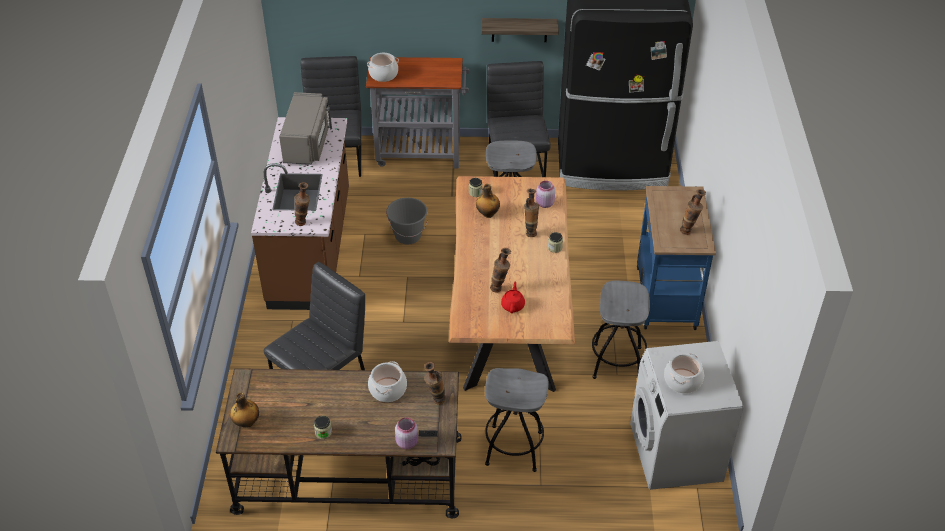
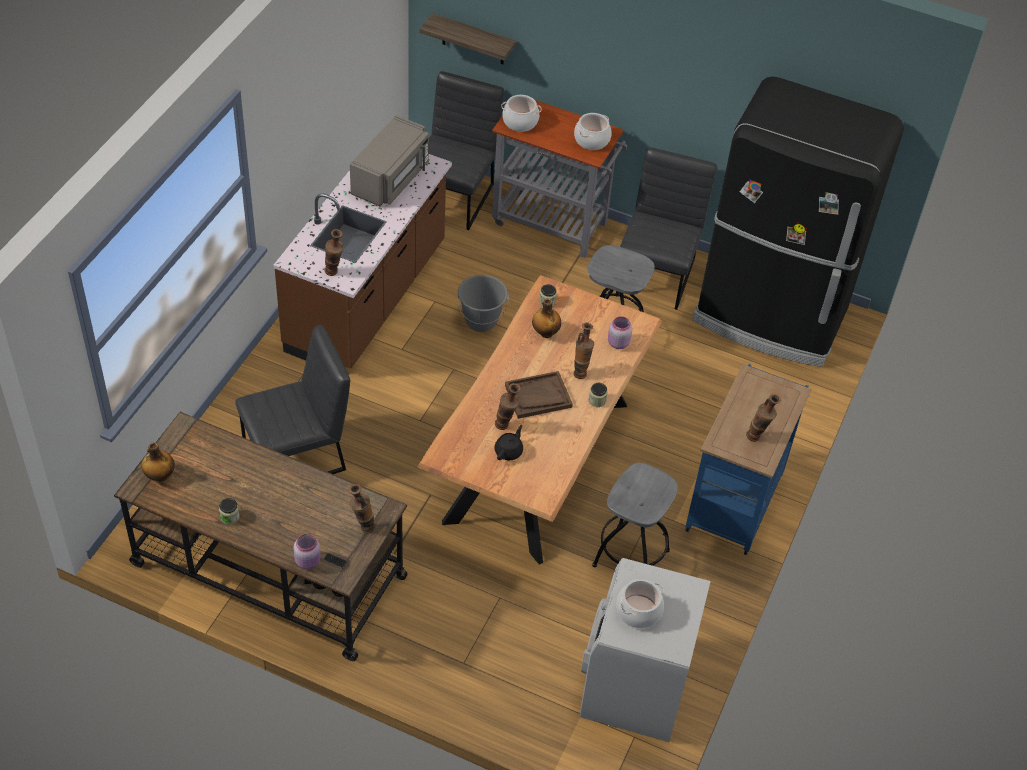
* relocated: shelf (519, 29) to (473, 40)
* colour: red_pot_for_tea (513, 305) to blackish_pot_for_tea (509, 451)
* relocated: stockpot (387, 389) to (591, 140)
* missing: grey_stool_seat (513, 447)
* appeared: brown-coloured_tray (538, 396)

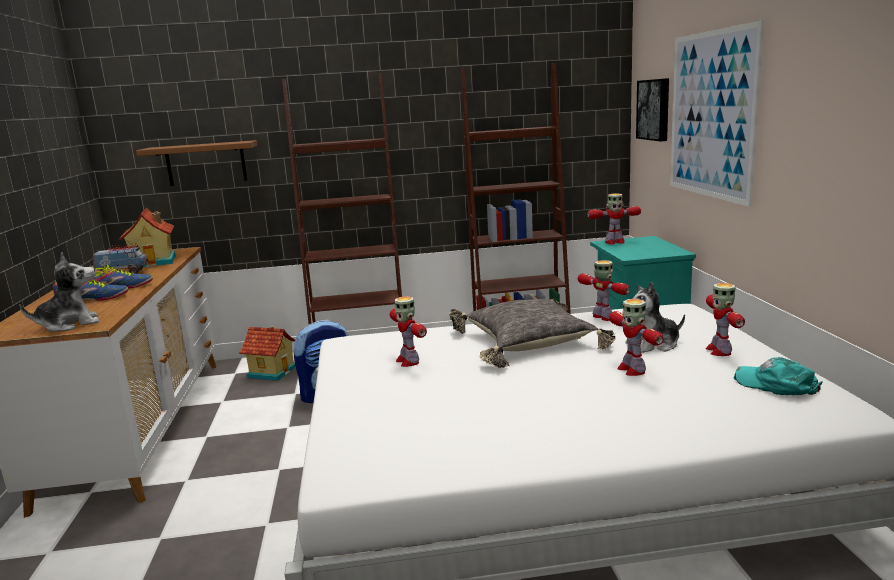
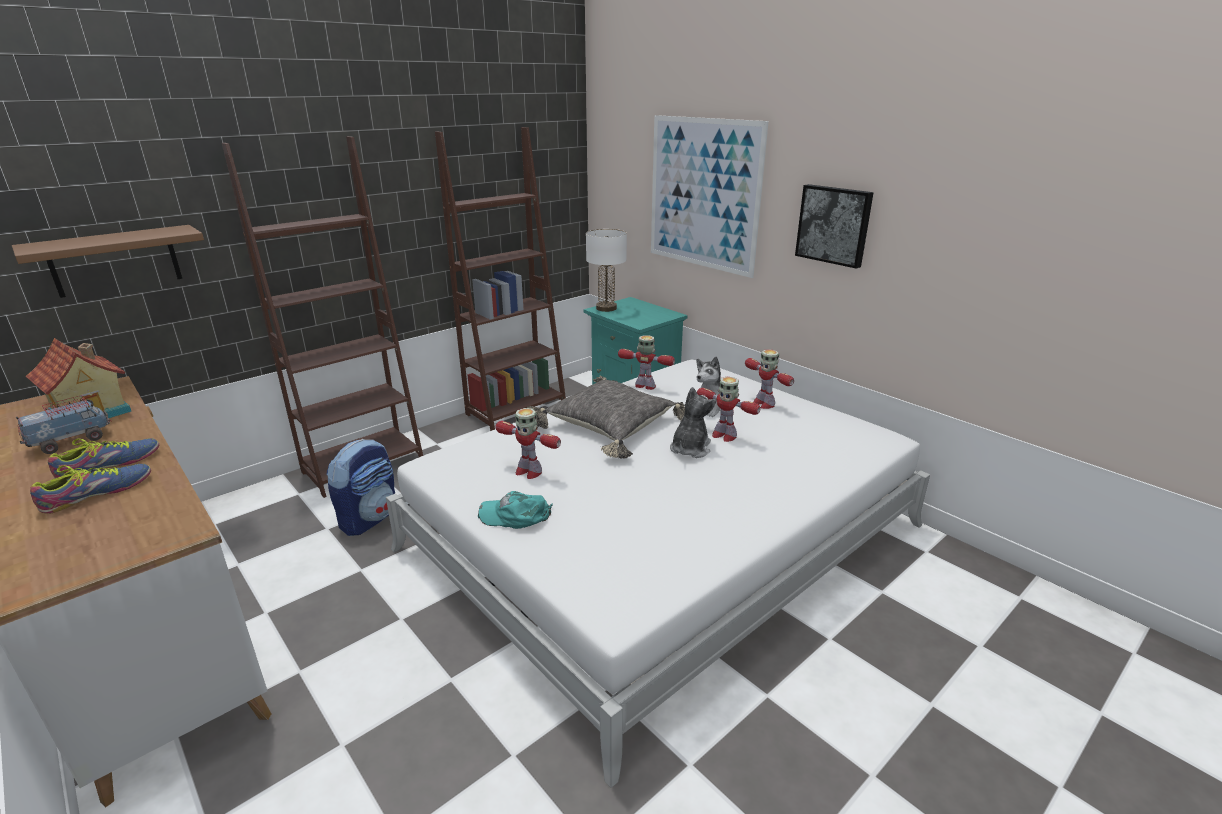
* relocated: wall_art (655, 109) to (834, 225)
* exchanged: toy_robot (614, 242) to tabletop_lamp (606, 308)
* relocated: cuddly_toy (70, 324) to (690, 448)
* missing: miniature_house (272, 371)
* relocated: turquoise-coloured_peaked_cap (777, 384) to (515, 515)

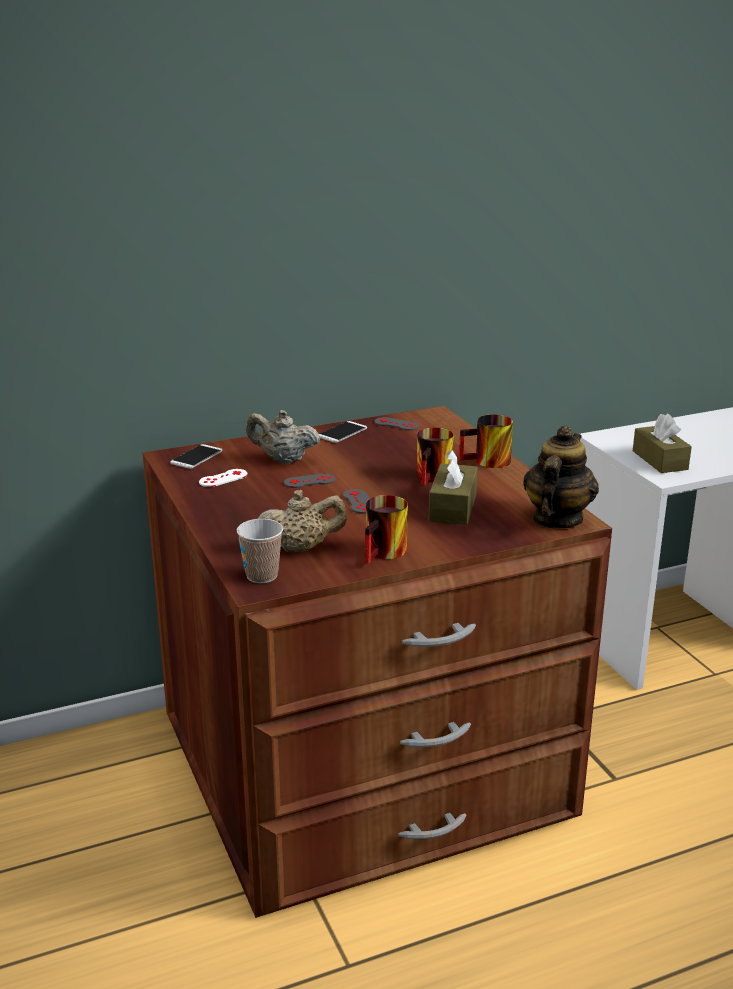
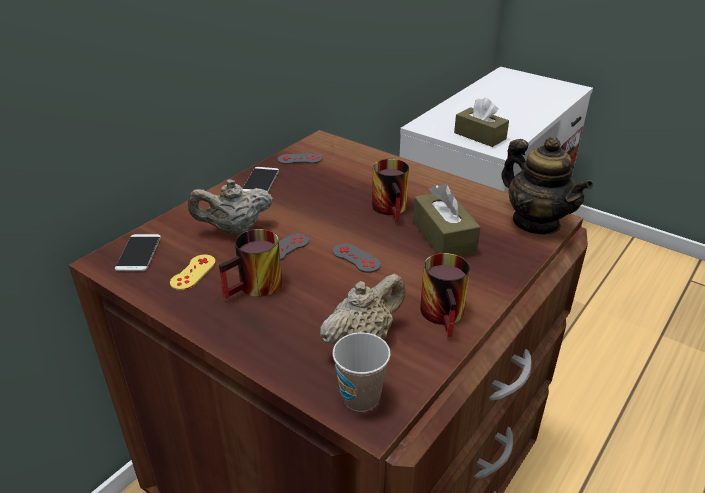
* relocated: mug (487, 462) to (256, 288)
* spun: pot_for_tea (556, 519) = (536, 222) 150 degrees clockwise
* colour: whitish_gamepad (223, 478) to yellowish_gamepad (193, 272)

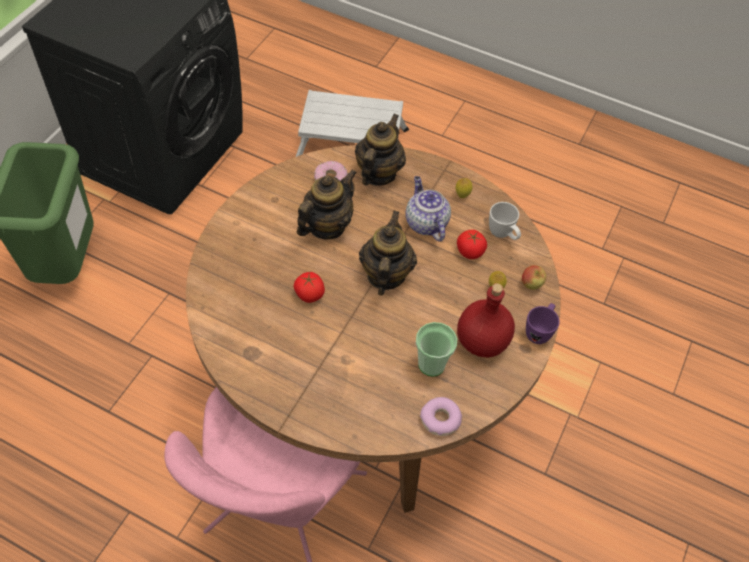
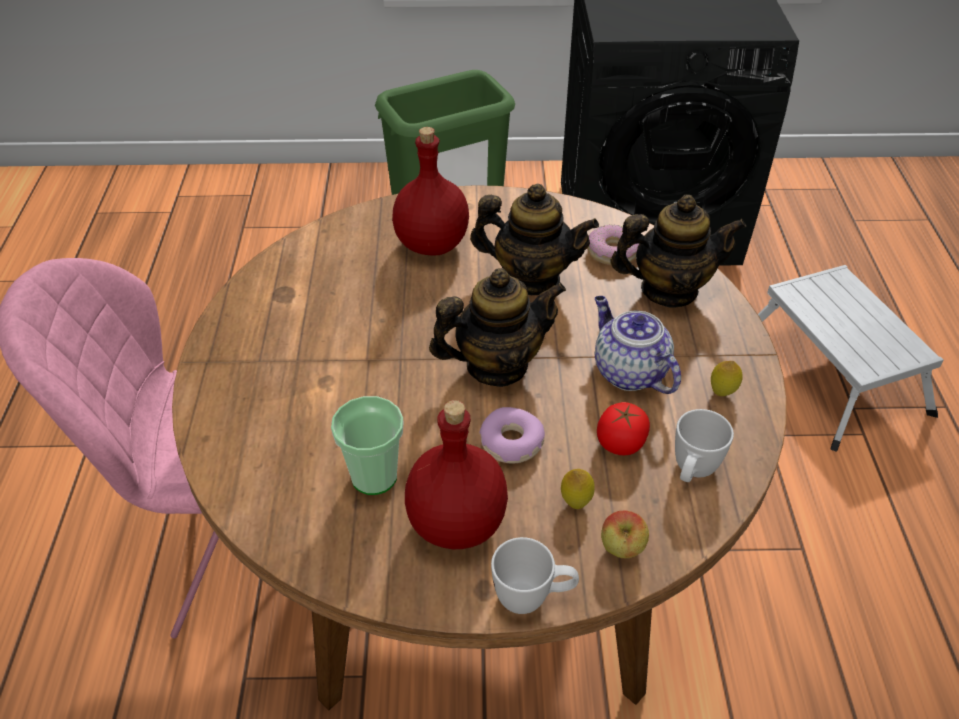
* spun: pot_for_tea (425, 223) = (628, 371) 75 degrees counterclockwise
* missing: fresh_tomato (309, 294)
* colour: purple-coloured_mug (539, 331) to whitish_mug (533, 598)
* relocated: ring_doughnut (440, 420) to (511, 443)
* appeared: red_beverage_bottle (431, 245)

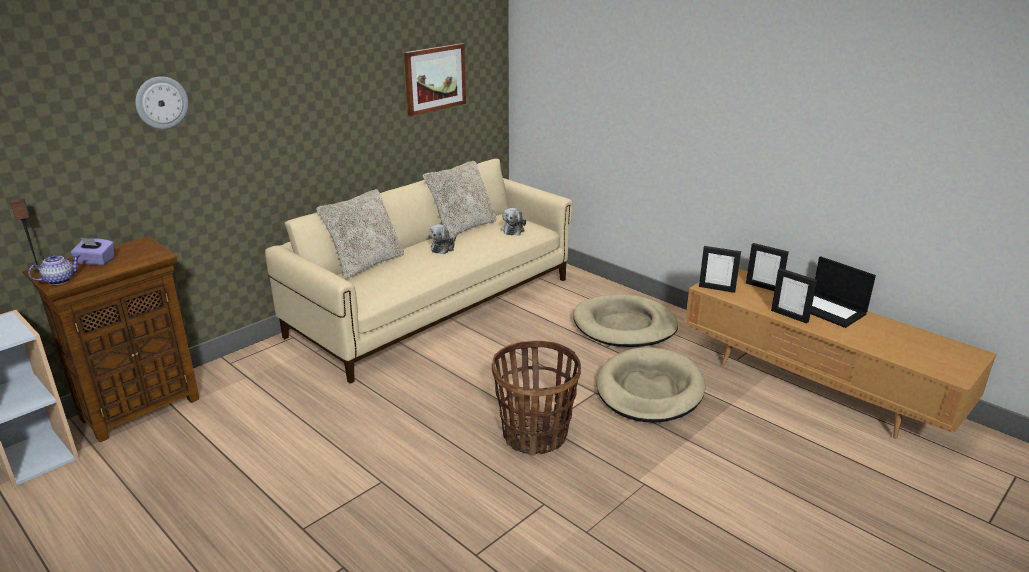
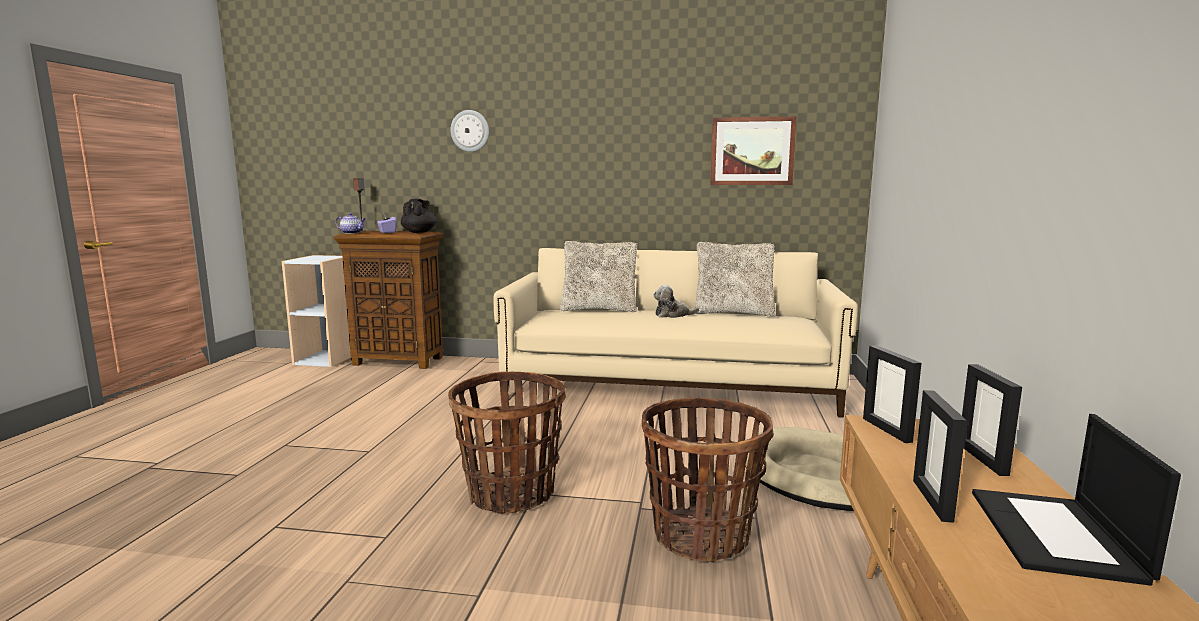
* missing: cuddly_toy (513, 230)
* exchanged: sand-coloured_dog_bed (649, 390) to household_basket (701, 535)
* appeared: blackish_pot_for_tea (419, 232)

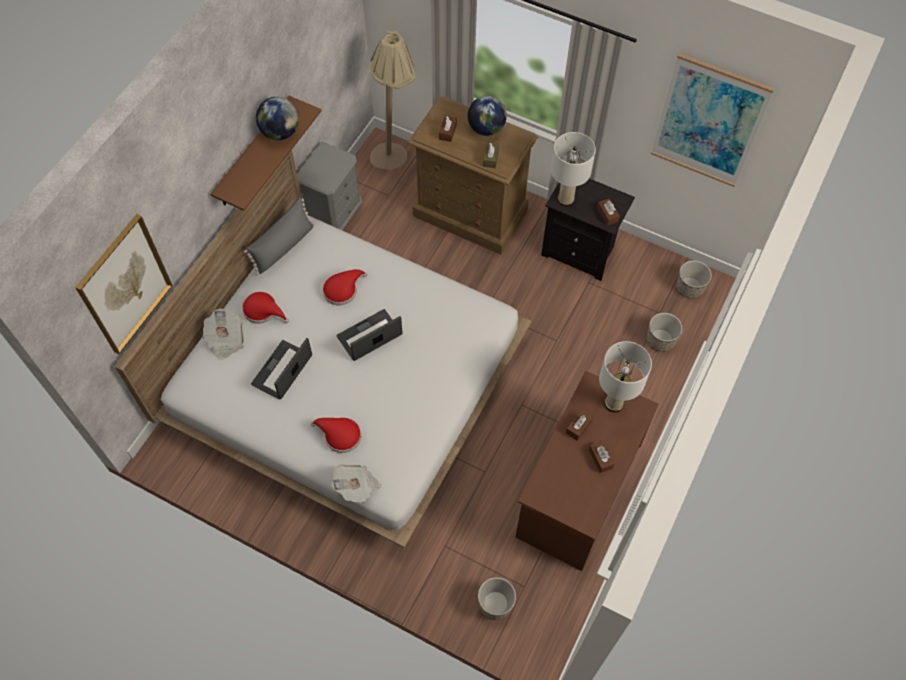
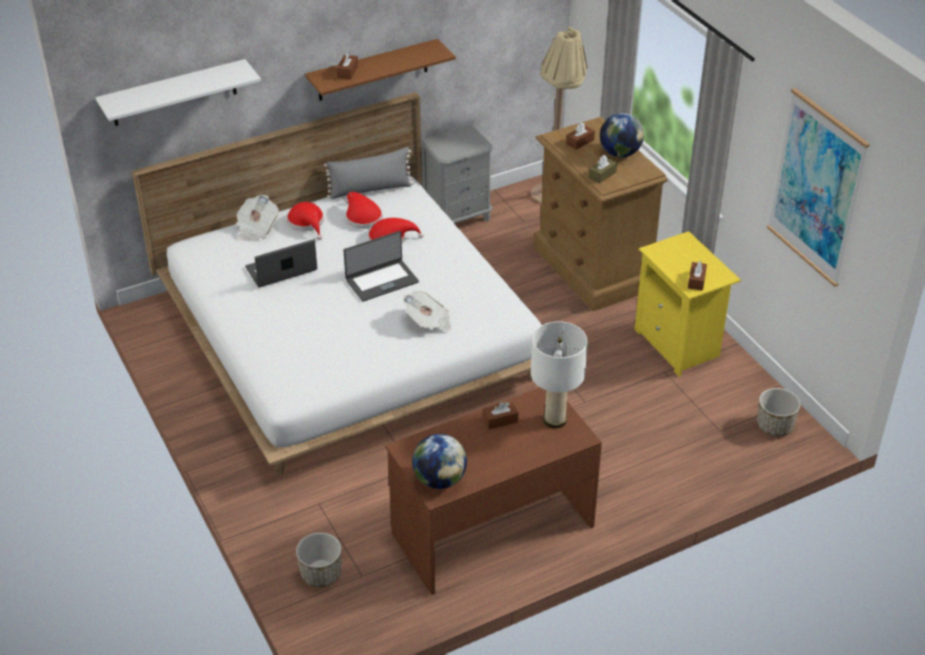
* relocated: globe (280, 132) to (439, 480)
* missing: whitish_tabletop_lamp (566, 200)
* colour: blackish_bedside_table (580, 251) to yellowish_bedside_table (679, 344)
* exchanged: wall_art (125, 285) to whitish_shelf (174, 93)
* spun: notebook_computer (370, 336) = (381, 280) 150 degrees clockwise
* missing: plant_pot (660, 340)
* relocated: red_wearable_hat (339, 435) to (362, 217)
* relocated: brown-coloured_box_of_tissues (600, 459) to (347, 72)
* relocated: daily_paper (357, 487) to (428, 322)

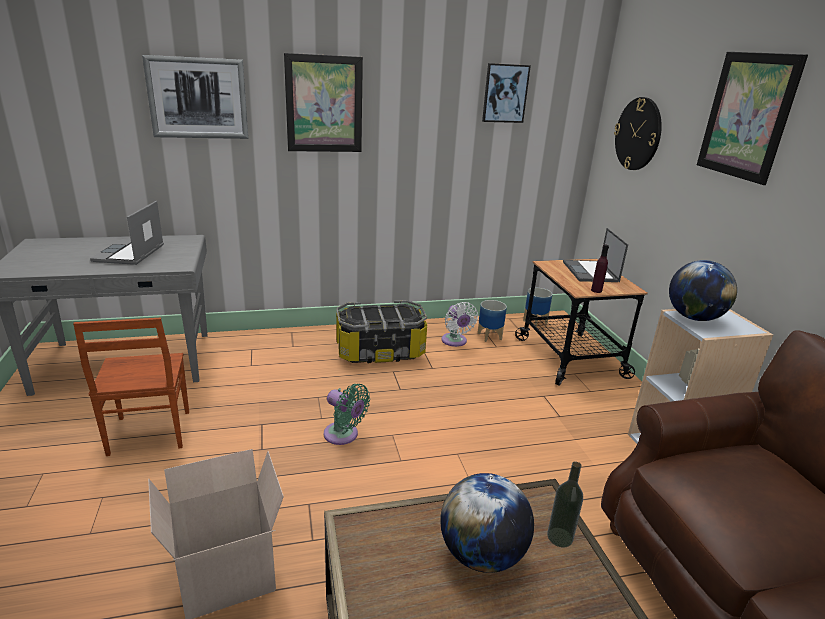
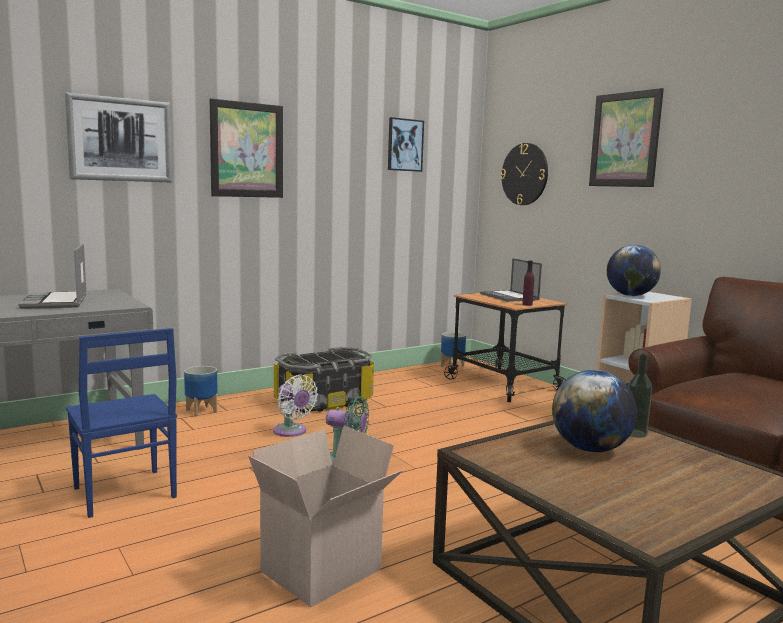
* relocated: plant_pot (489, 336) to (201, 411)
* relocated: whitish_cooling_fan (455, 341) to (291, 432)
* colour: brown-coloured_plain_chair (148, 434) to bluish_plain_chair (123, 494)

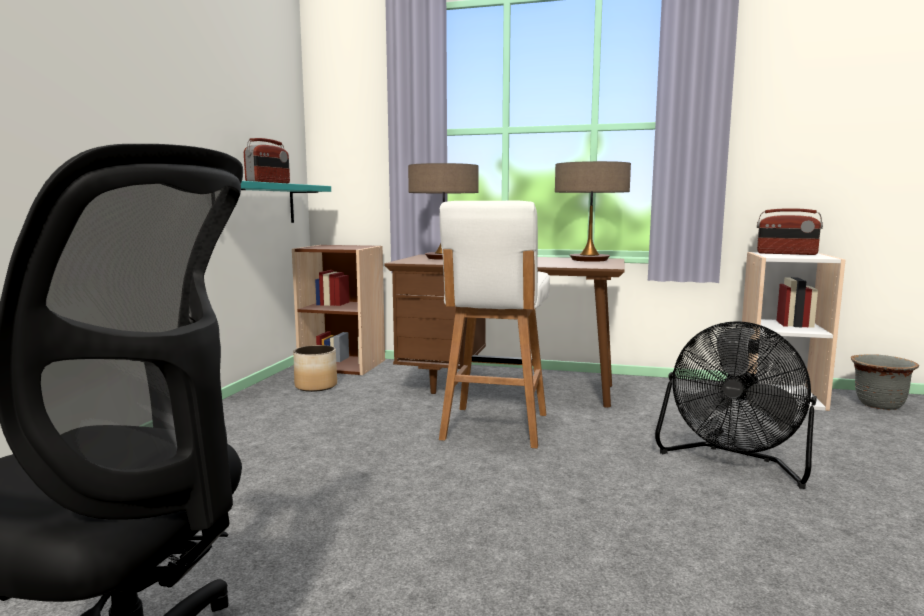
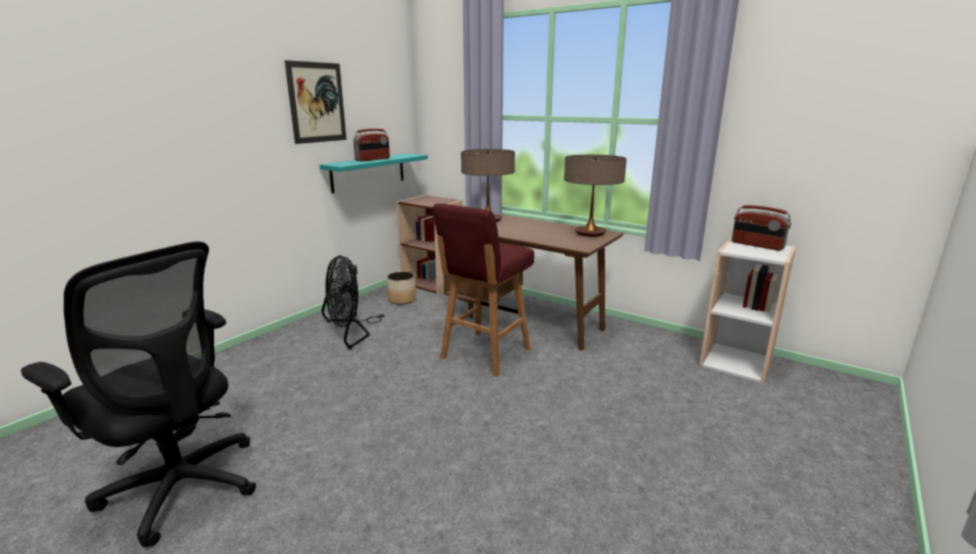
* colour: whitish_stool_seat (494, 427) to red_stool_seat (484, 354)
* relocated: blackish_cooling_fan (729, 459) to (352, 330)
* missing: grey_plant_pot (879, 405)
* appeared: wall_art (317, 102)

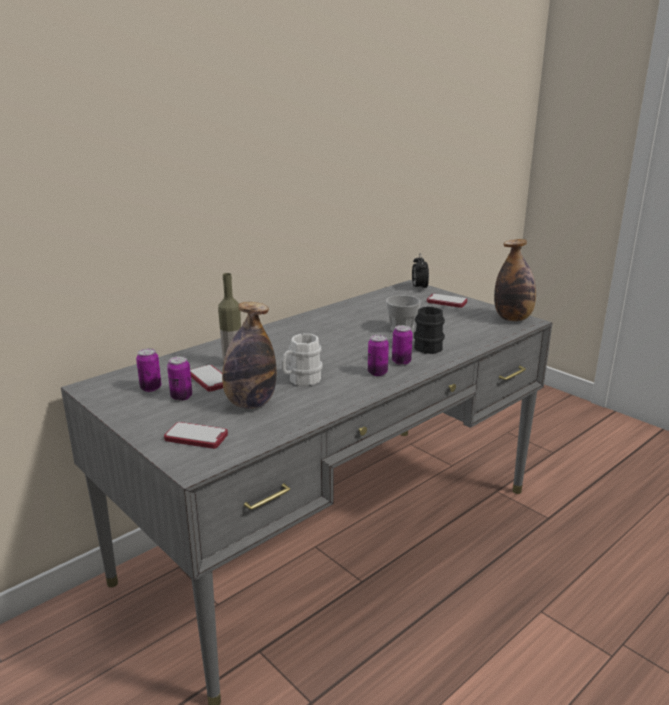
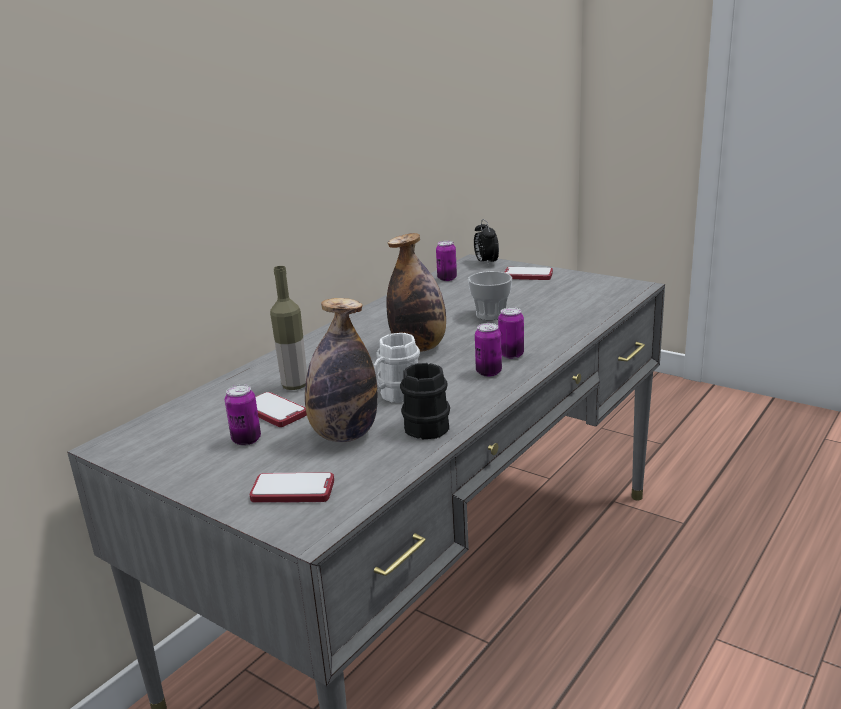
* relocated: beverage_bottle (513, 318) to (419, 347)
* relocated: blackish_mug (428, 346) to (426, 424)
* relocated: metal_can (151, 388) to (447, 278)

